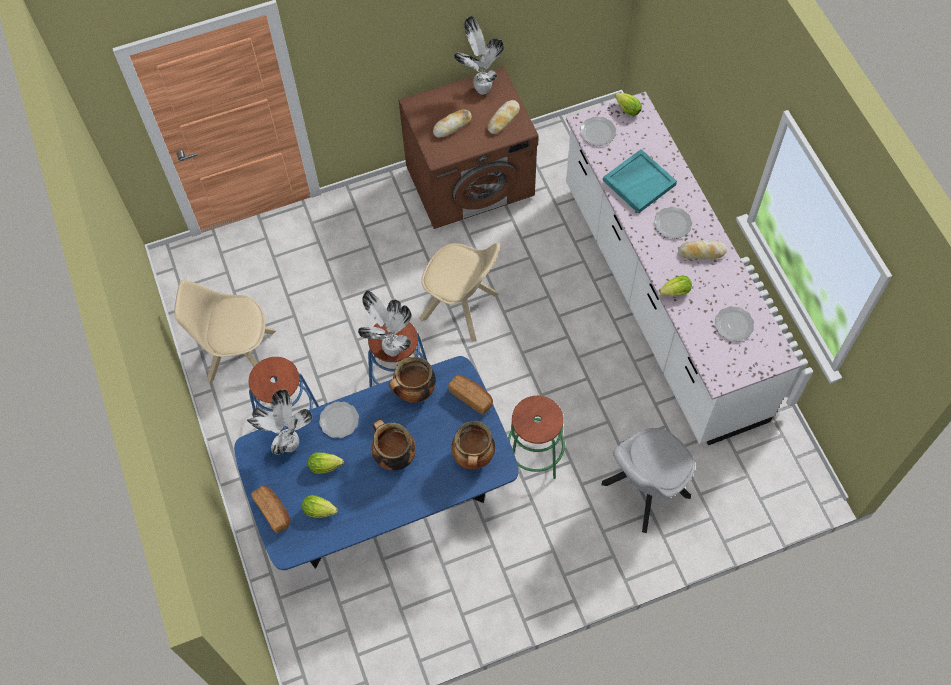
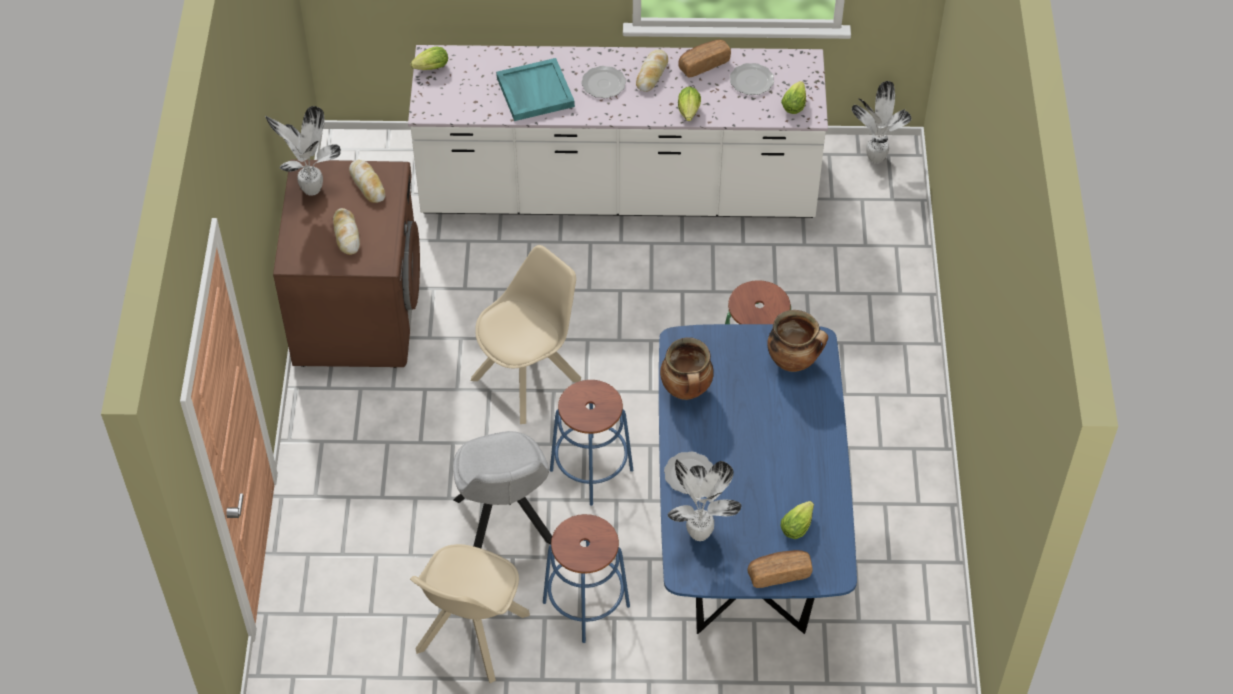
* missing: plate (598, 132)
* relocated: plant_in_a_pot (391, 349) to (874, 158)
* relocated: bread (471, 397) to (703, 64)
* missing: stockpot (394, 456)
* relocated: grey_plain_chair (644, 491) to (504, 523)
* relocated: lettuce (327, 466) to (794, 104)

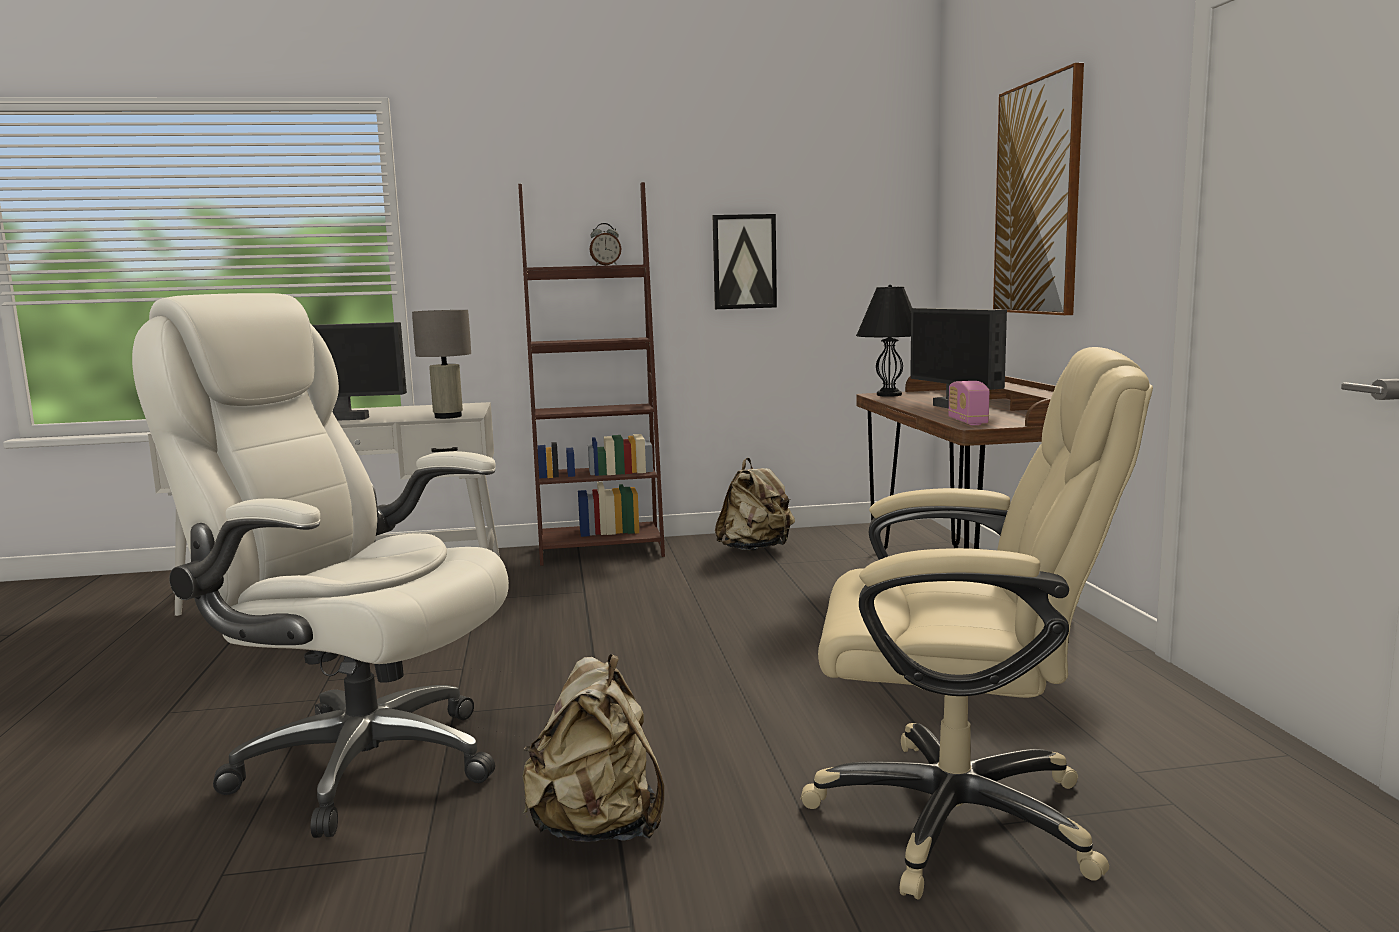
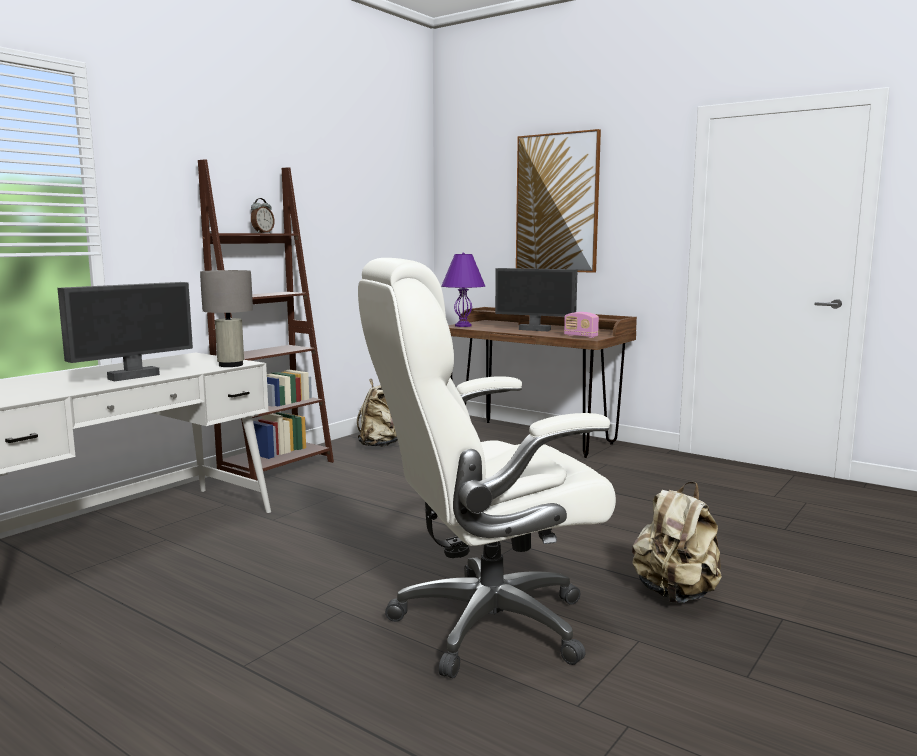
* missing: wall_art (744, 262)
* colour: blackish_tabletop_lamp (889, 395) to purple-coloured_tabletop_lamp (463, 326)
* missing: sand-coloured_computer_chair (955, 816)

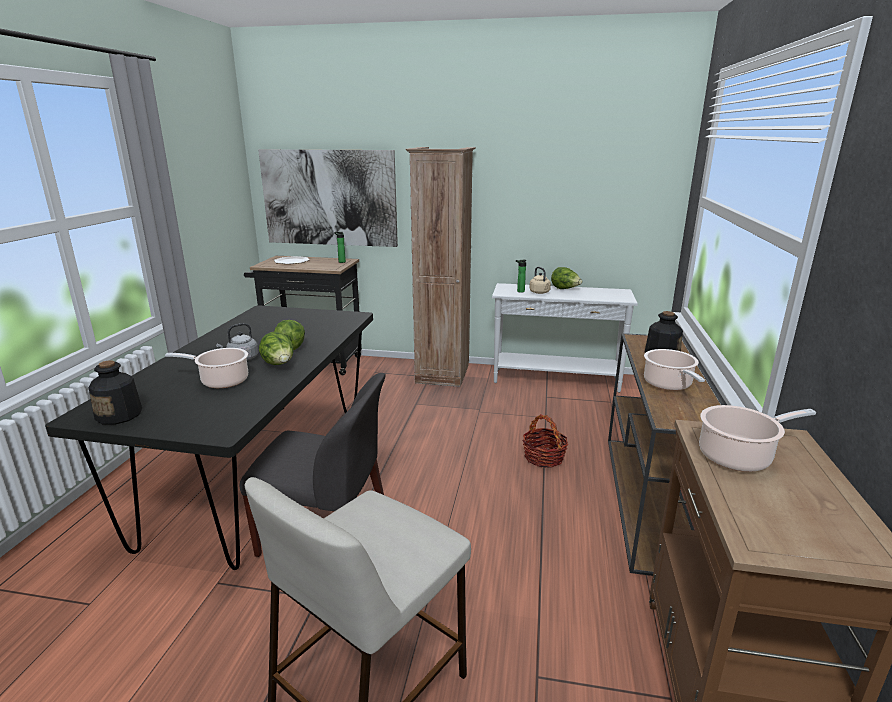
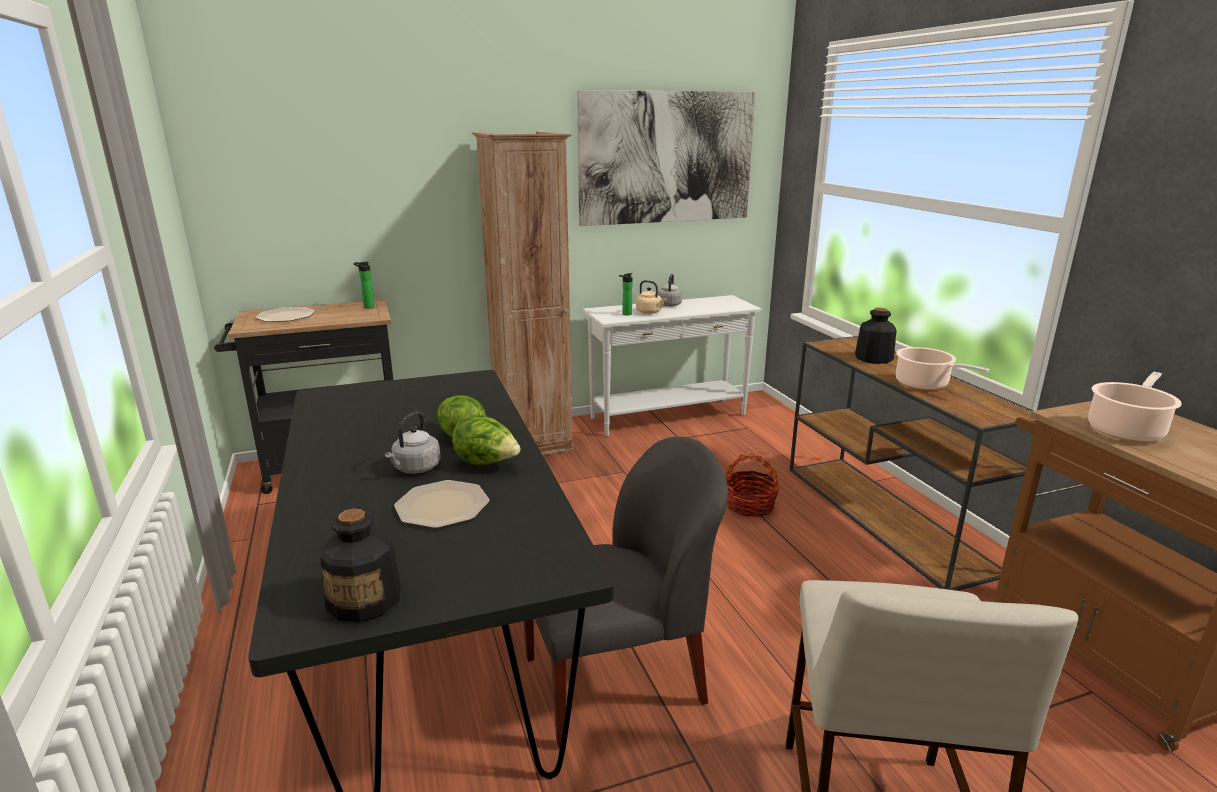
* relocated: wall_art (329, 198) to (666, 158)
* exchanged: lettuce (565, 289) to grey_tea_kettle (669, 304)
* exchanged: stockpot (221, 381) to plate (441, 506)

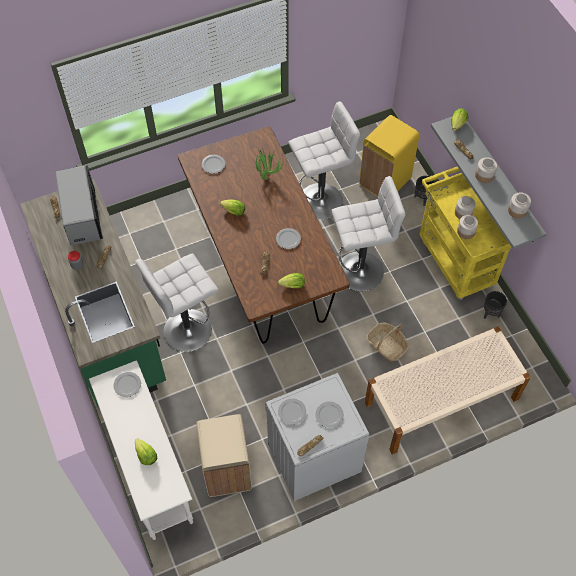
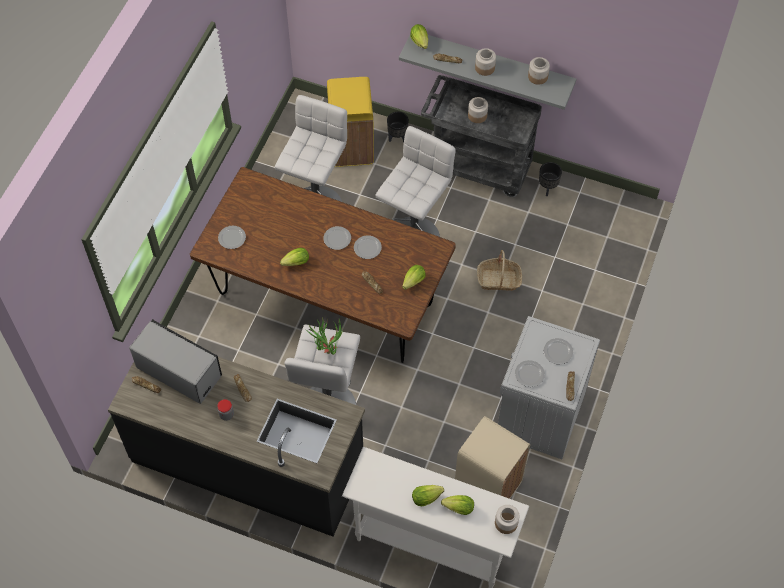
* relocated: plant_in_a_pot (267, 175) to (326, 347)
* colour: yellowish_wheeled_cart (453, 261) to blackish_wheeled_cart (476, 170)
* colour: greenish_counter (106, 320) to blackish_counter (248, 461)
* relocated: preserve_jar (466, 231) to (506, 523)
* missing: sand-coloured_bench (441, 401)
* relocated: plate (128, 385) to (337, 238)
* appeared: lettuce (428, 497)

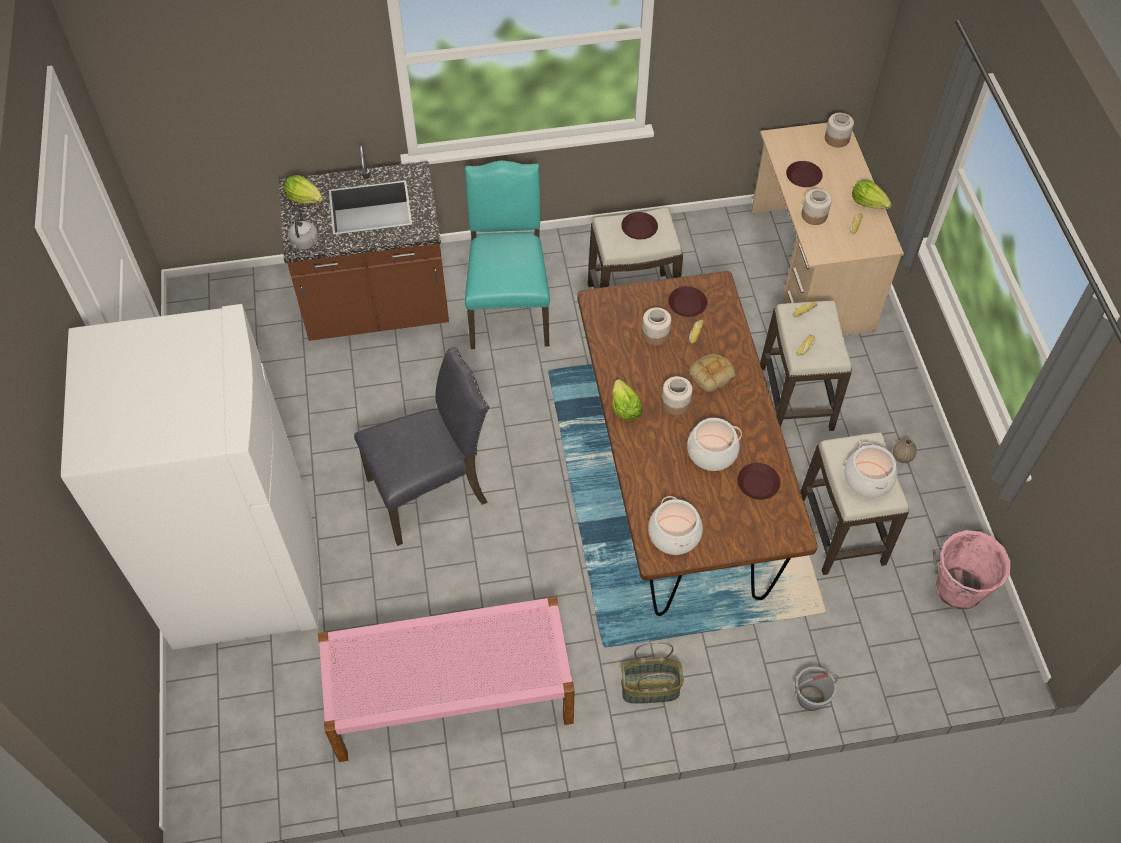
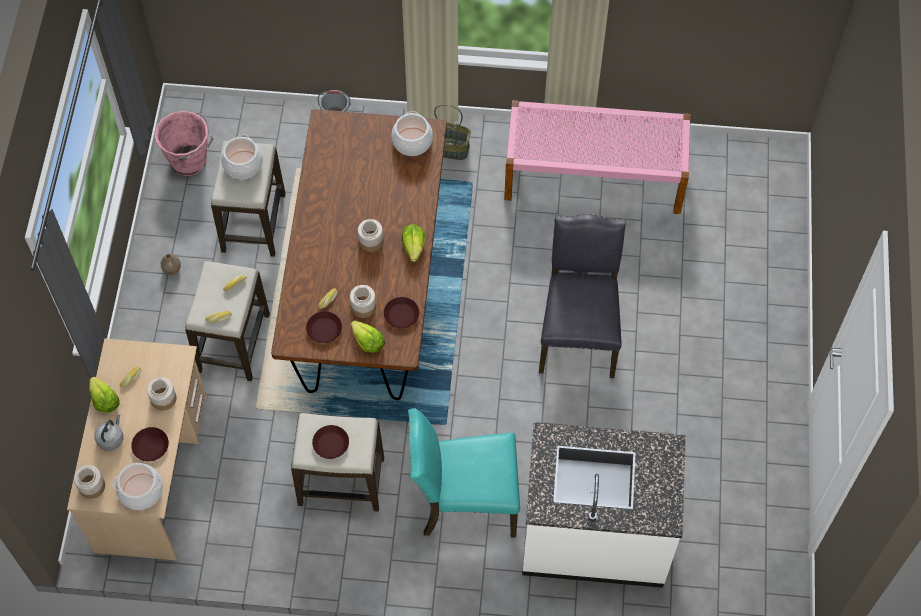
* colour: brown-coloured_counter (377, 309) to whitish_counter (595, 535)
* spun: turquoise-coloured_plain_chair (508, 309) = (464, 502) 75 degrees clockwise
* relocated: lettuce (304, 198) to (367, 342)
* relocated: grey_tea_kettle (304, 243) to (111, 438)
* missing: whitish_fridge (245, 572)
* spun: grey_plain_chair (431, 491) = (578, 334) 105 degrees clockwise
* missing: bread (711, 374)
* relocated: stockpot (712, 452) to (141, 491)
* relocated: brown-coloured_plate (757, 483) to (401, 315)

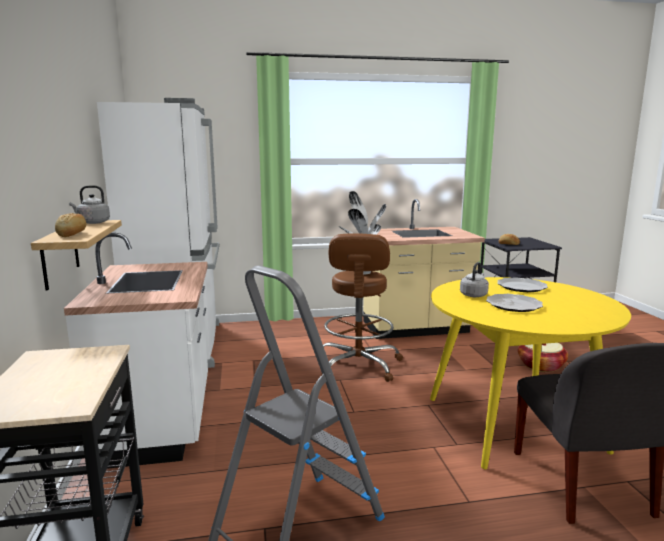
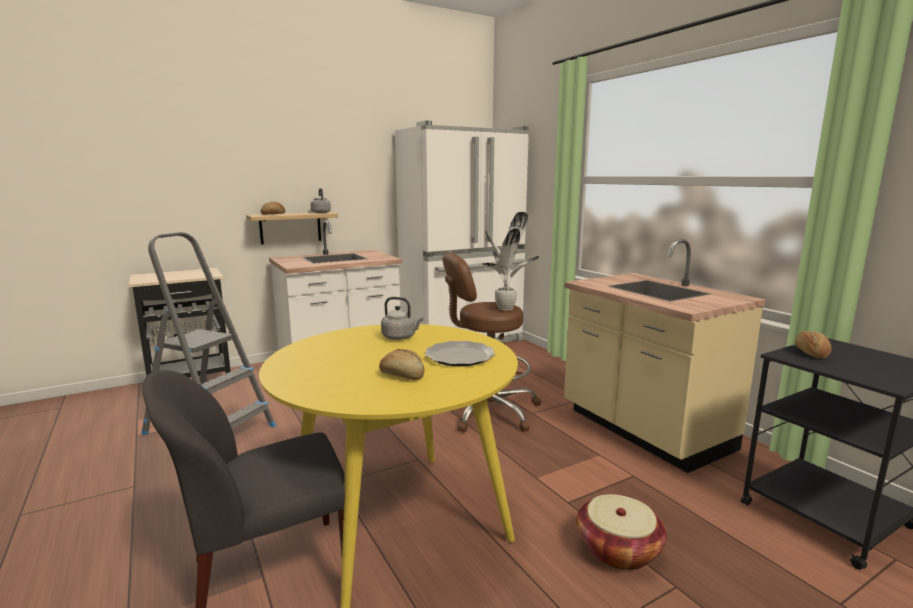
* missing: plate (513, 305)
* appeared: bread (402, 375)

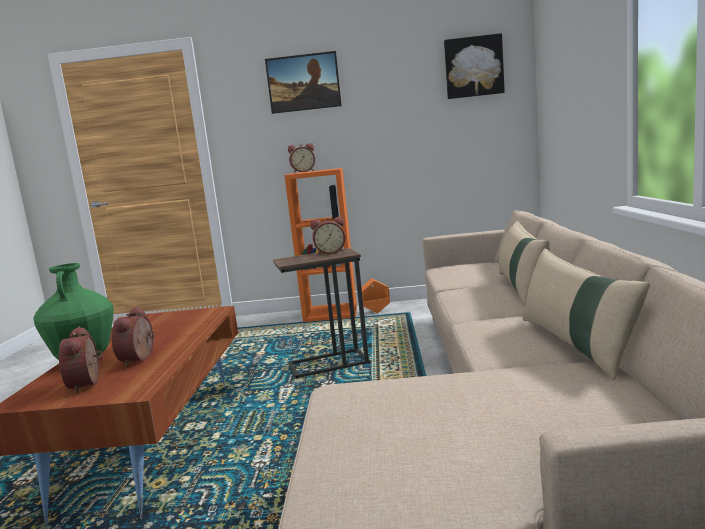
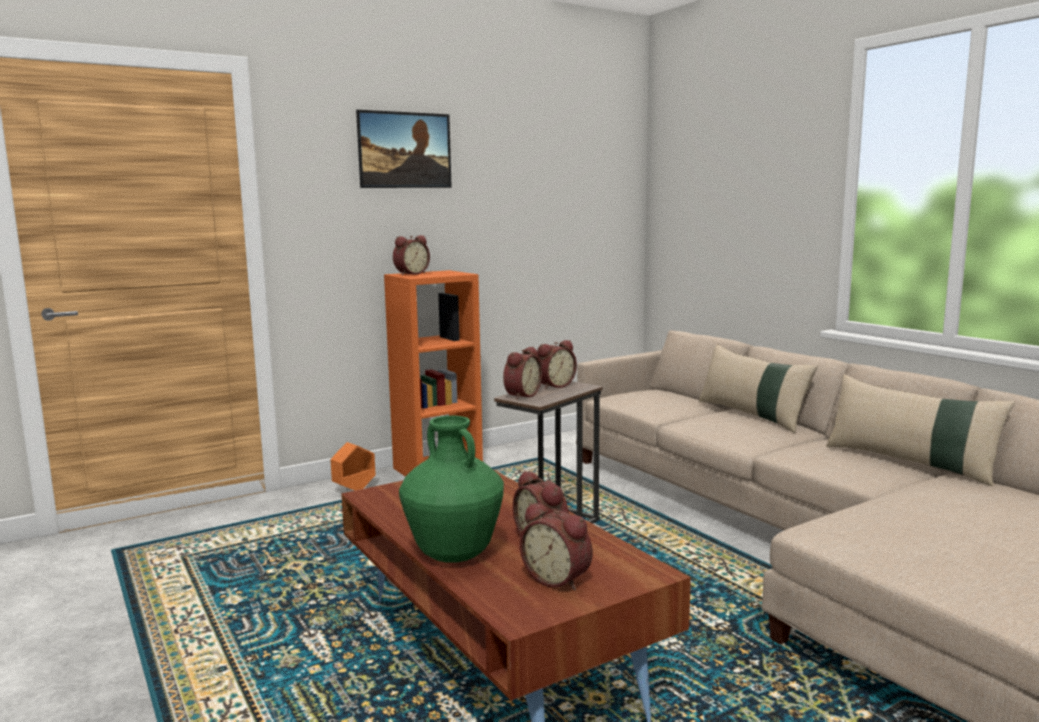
* missing: wall_art (473, 67)
* relocated: orange-coloured_plant_pot (376, 311) to (354, 490)
* appeared: alarm_clock (520, 395)

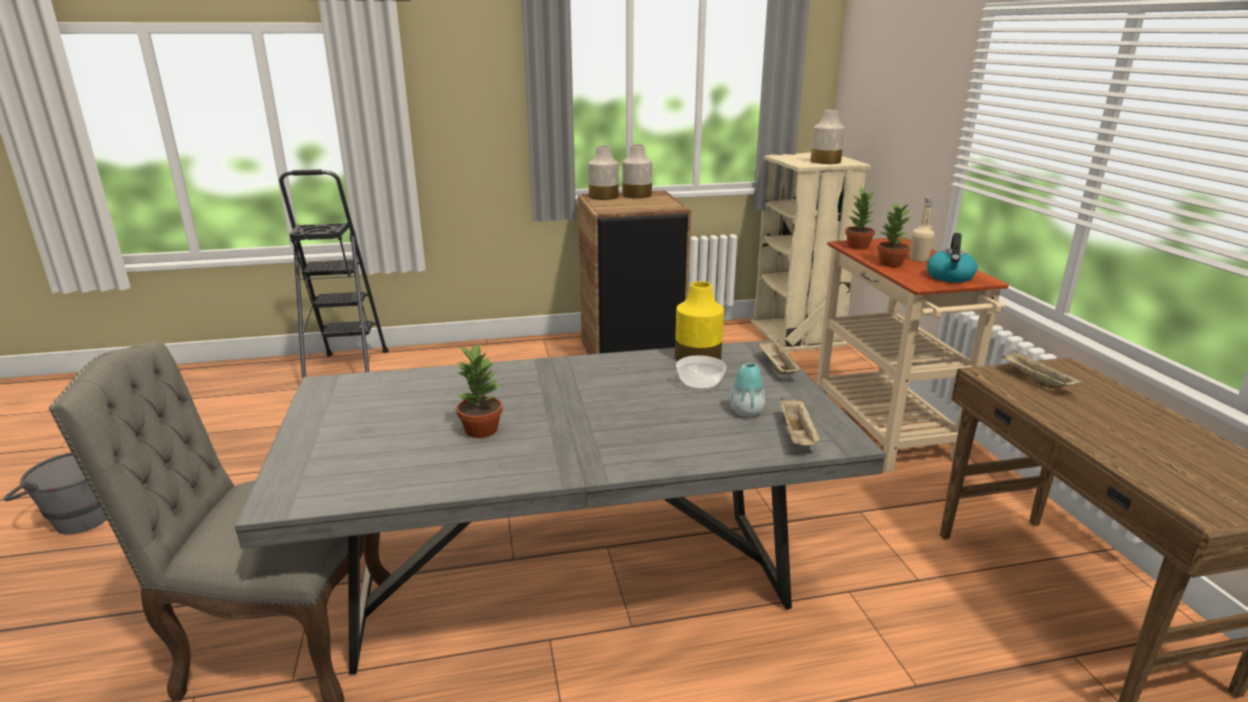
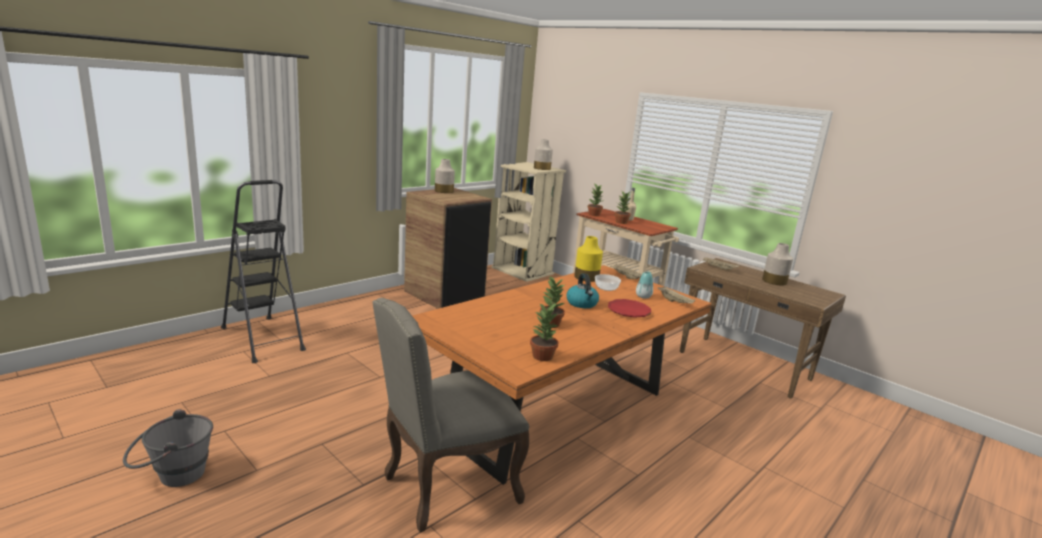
* relocated: sand-coloured_vase (603, 196) to (774, 281)
* relocated: tea_kettle (950, 277) to (582, 303)
* colour: grey_kitchen_table (573, 585) to orange-coloured_kitchen_table (559, 413)
* appeared: red_plate (628, 311)
* appeared: plant_in_a_pot (543, 356)

